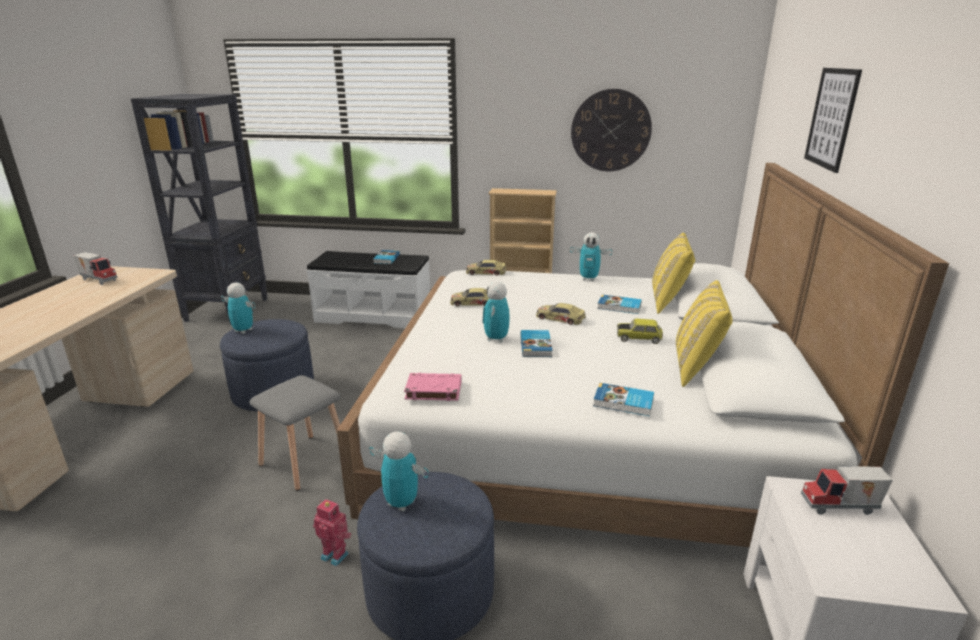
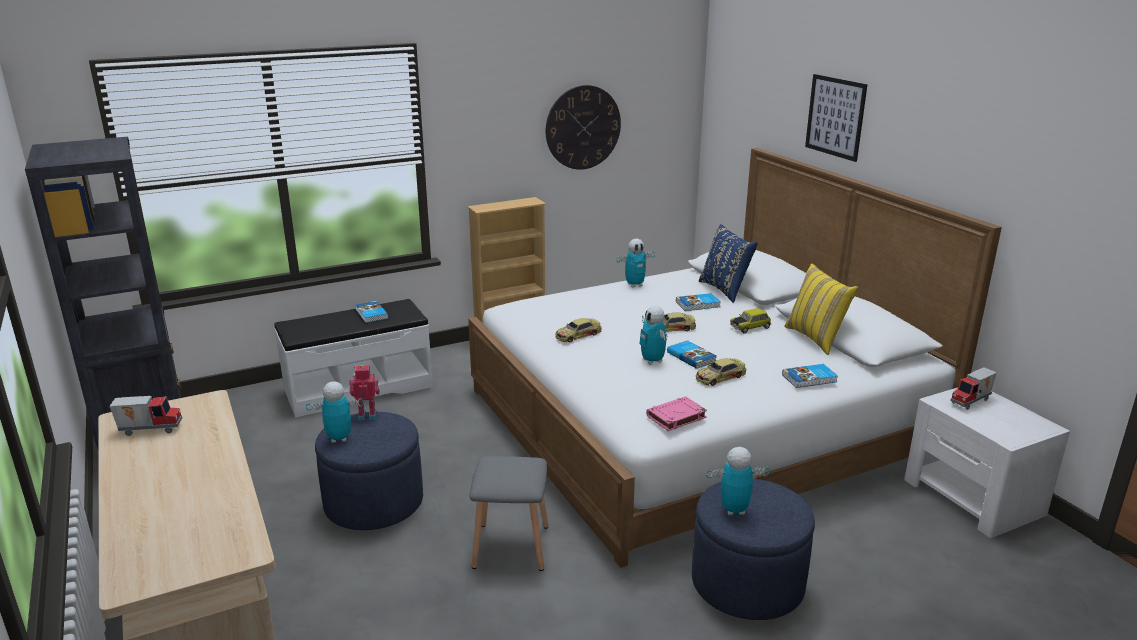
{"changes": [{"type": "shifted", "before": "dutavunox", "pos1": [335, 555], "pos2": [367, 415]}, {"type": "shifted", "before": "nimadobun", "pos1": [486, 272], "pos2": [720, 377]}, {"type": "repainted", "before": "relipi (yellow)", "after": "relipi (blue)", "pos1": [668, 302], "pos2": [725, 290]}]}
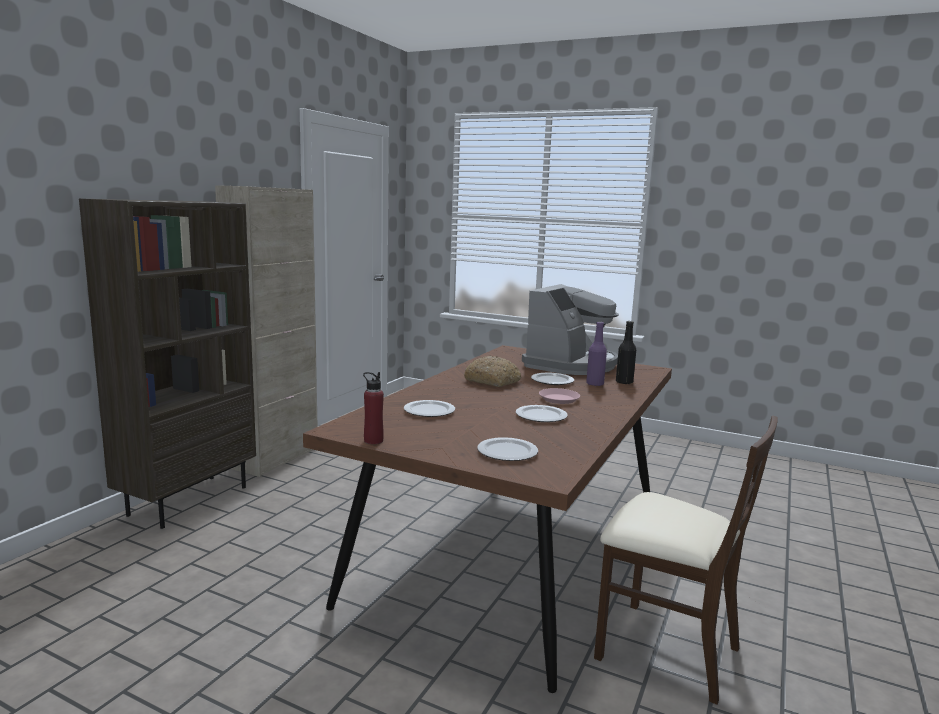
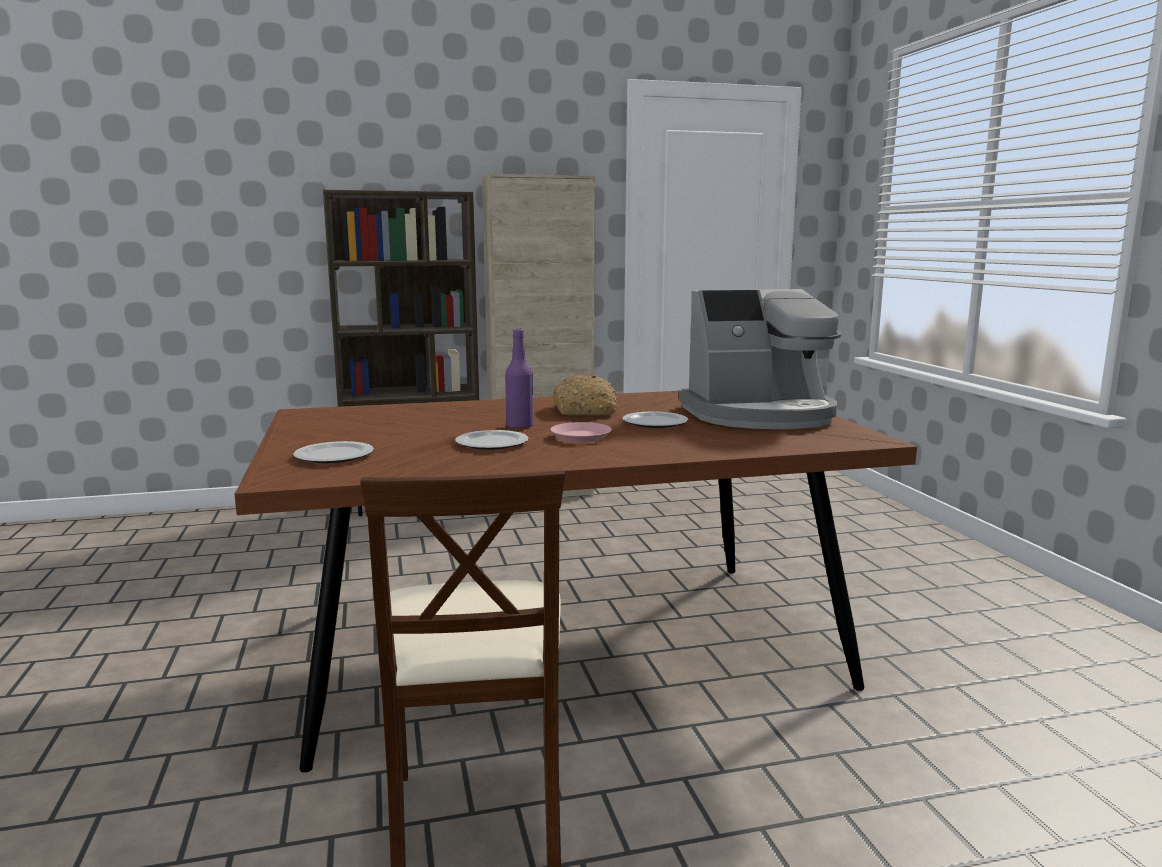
{"changes": [{"type": "gone", "before": "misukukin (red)", "pos1": [373, 440]}, {"type": "gone", "before": "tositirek", "pos1": [430, 411]}, {"type": "gone", "before": "misukukin (black)", "pos1": [624, 382]}, {"type": "shifted", "before": "misukukin (purple)", "pos1": [595, 384], "pos2": [519, 426]}]}
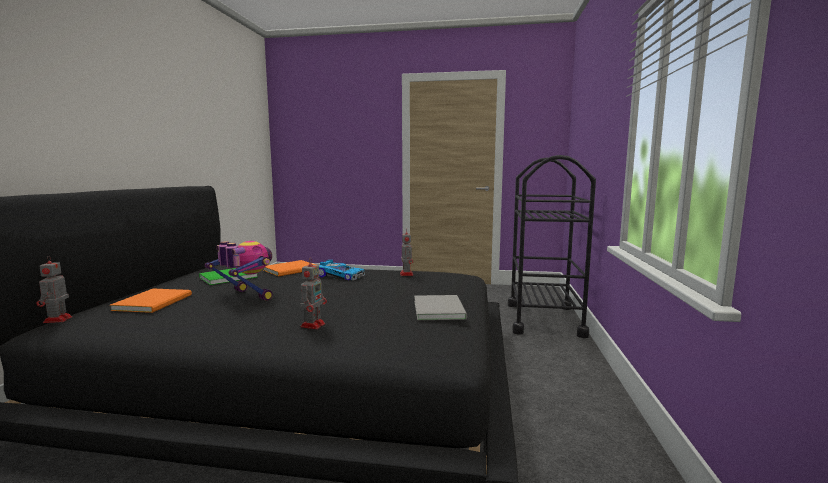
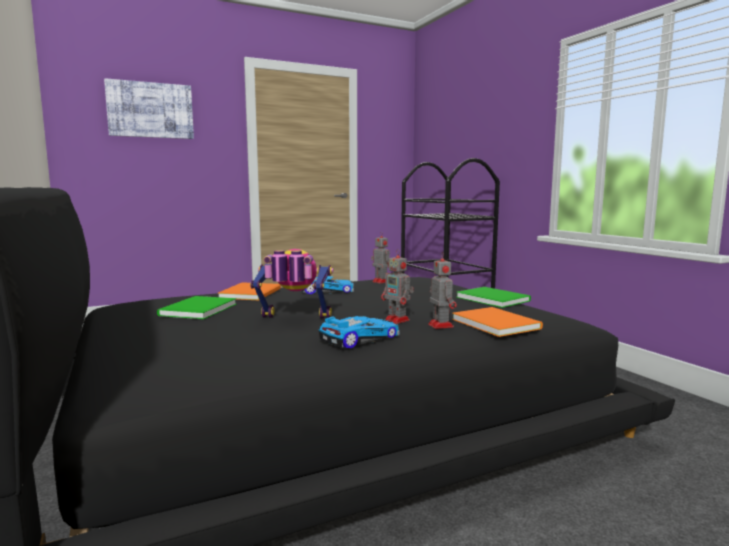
{"changes": [{"type": "new", "after": "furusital", "pos2": [150, 110]}, {"type": "new", "after": "nimadobun", "pos2": [358, 338]}, {"type": "shifted", "before": "dutavunox", "pos1": [57, 320], "pos2": [398, 320]}, {"type": "shifted", "before": "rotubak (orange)", "pos1": [156, 302], "pos2": [495, 323]}, {"type": "repainted", "before": "rotubak (grey)", "after": "rotubak (green)", "pos1": [440, 309], "pos2": [492, 298]}]}
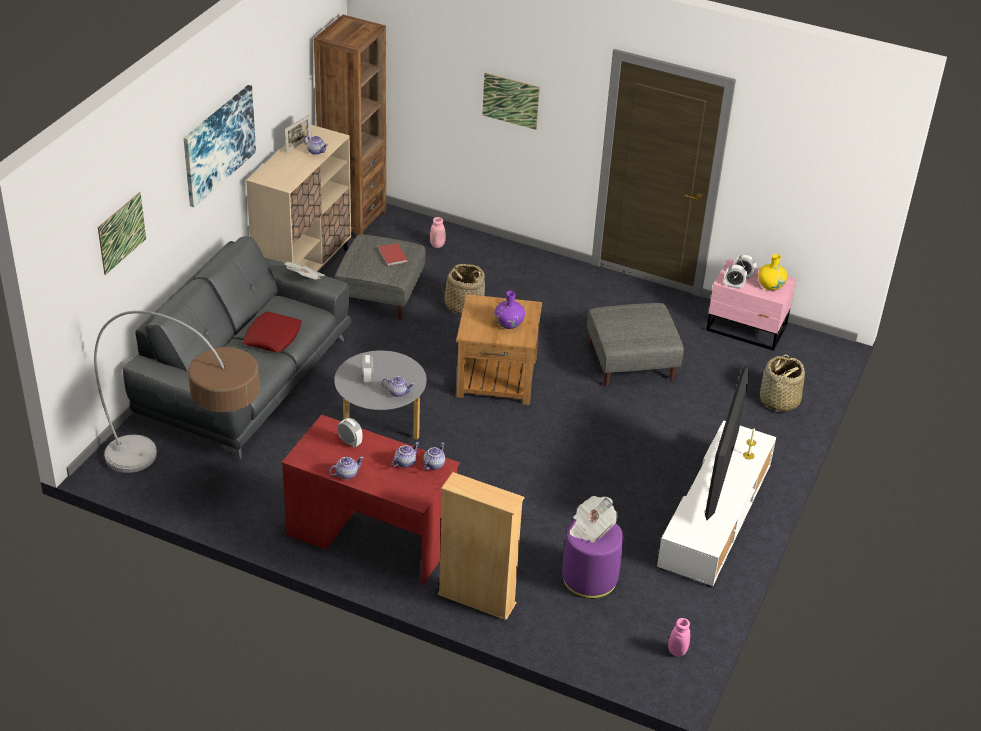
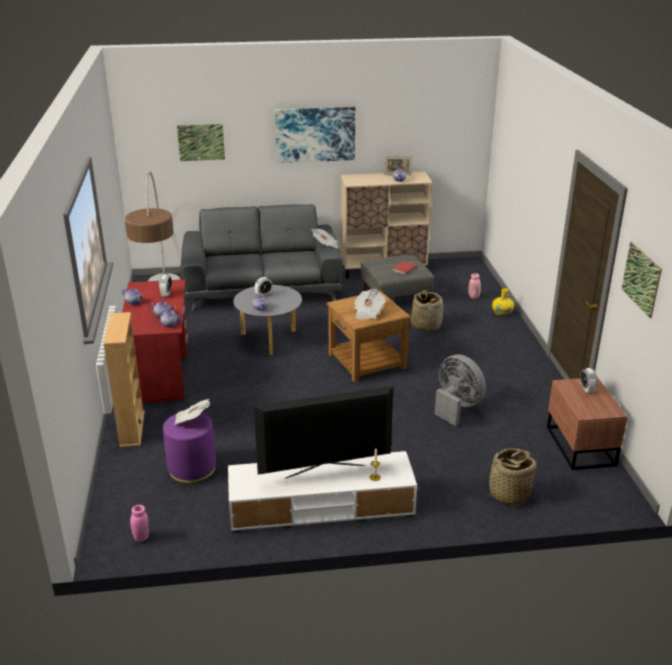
{"changes": [{"type": "gone", "before": "relipi (red)", "pos1": [272, 337]}, {"type": "gone", "before": "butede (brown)", "pos1": [353, 219]}, {"type": "gone", "before": "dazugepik", "pos1": [733, 285]}, {"type": "shifted", "before": "furusital", "pos1": [510, 101], "pos2": [641, 279]}, {"type": "shifted", "before": "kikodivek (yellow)", "pos1": [770, 286], "pos2": [502, 313]}, {"type": "swapped", "before": "kikodivek (purple)", "after": "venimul", "pos1": [509, 324], "pos2": [368, 312]}, {"type": "swapped", "before": "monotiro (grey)", "after": "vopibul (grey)", "pos1": [631, 363], "pos2": [456, 407]}, {"type": "repainted", "before": "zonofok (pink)", "after": "zonofok (brown)", "pos1": [747, 329], "pos2": [579, 447]}]}
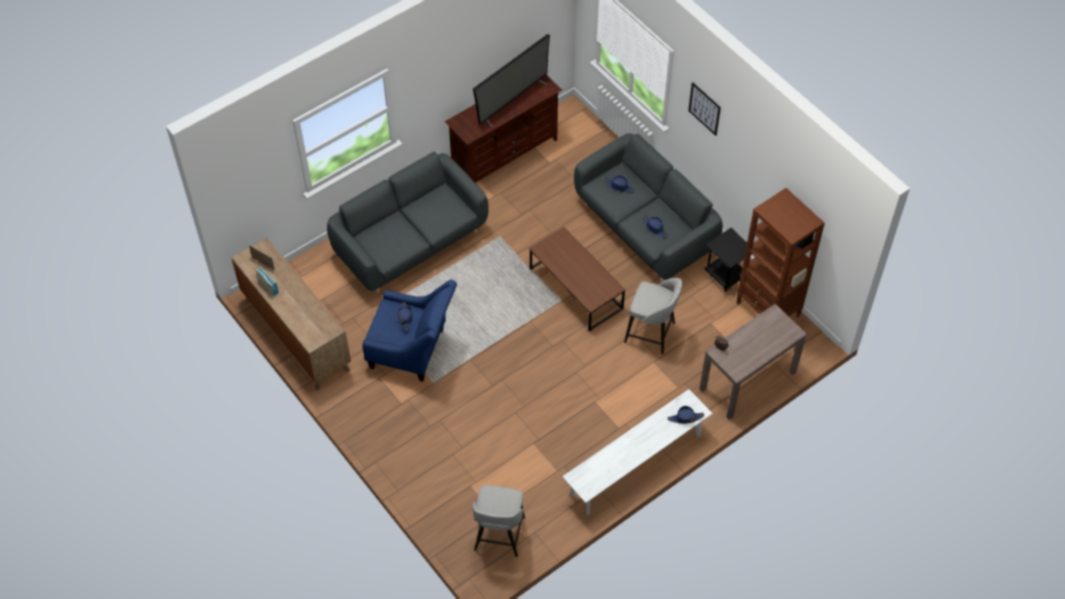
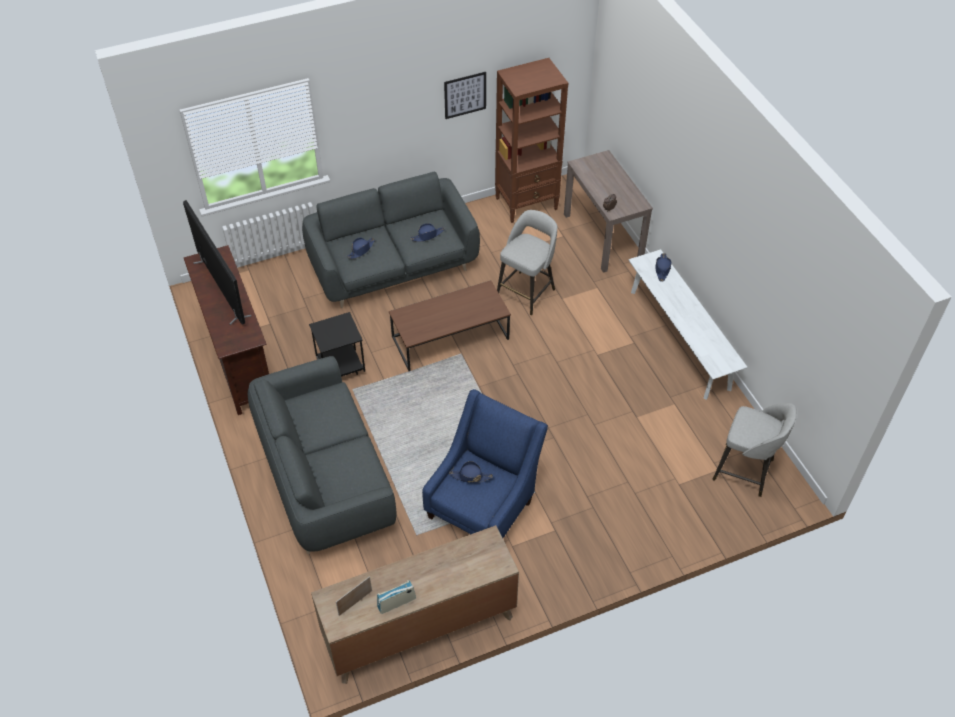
{"changes": [{"type": "shifted", "before": "furusital", "pos1": [704, 108], "pos2": [465, 95]}, {"type": "shifted", "before": "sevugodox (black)", "pos1": [726, 276], "pos2": [341, 368]}]}
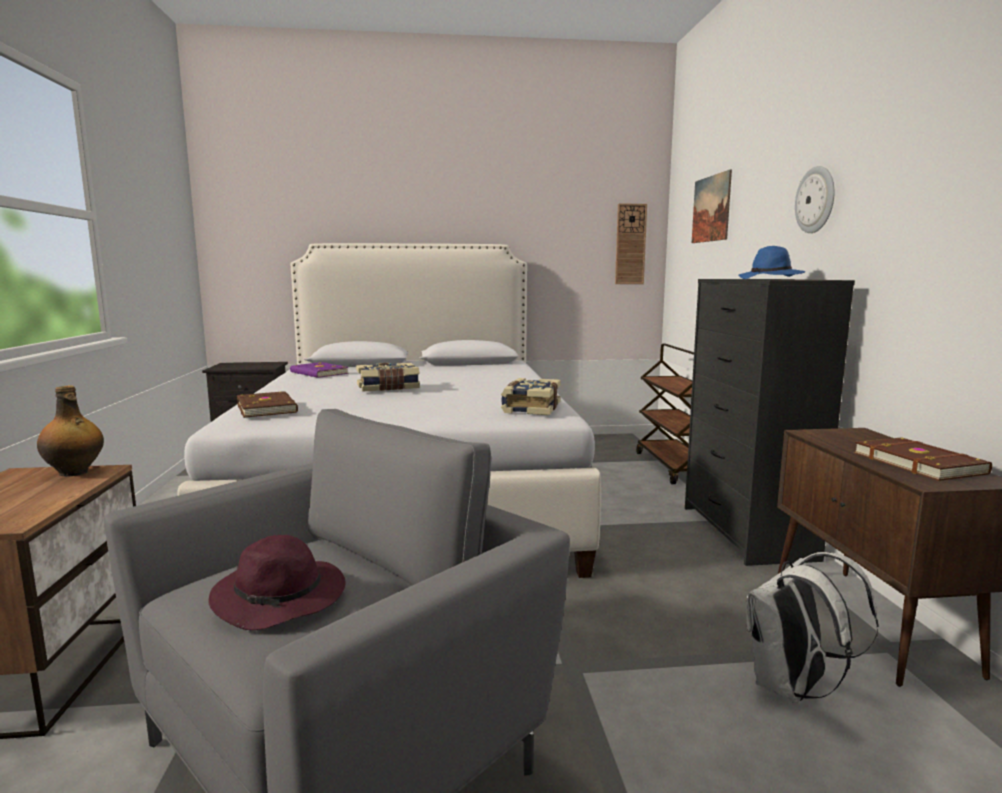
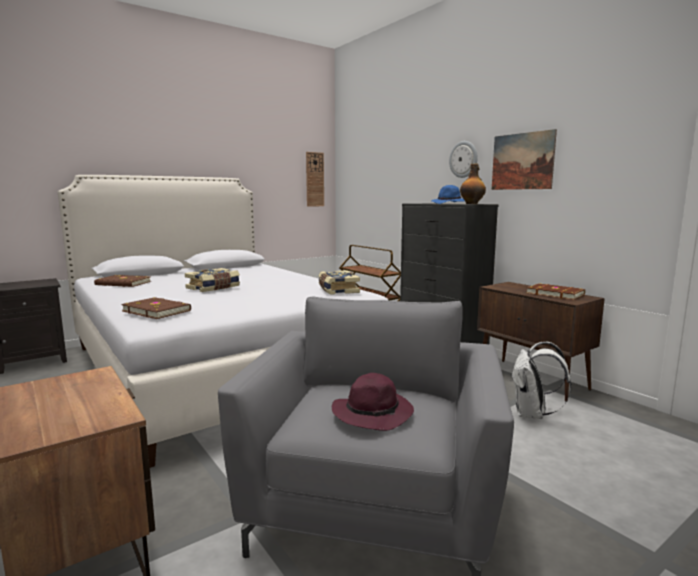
{"changes": [{"type": "shifted", "before": "misukukin", "pos1": [74, 472], "pos2": [472, 204]}, {"type": "shifted", "before": "furusital", "pos1": [711, 209], "pos2": [522, 161]}, {"type": "repainted", "before": "rotubak (purple)", "after": "rotubak (brown)", "pos1": [318, 373], "pos2": [123, 283]}]}
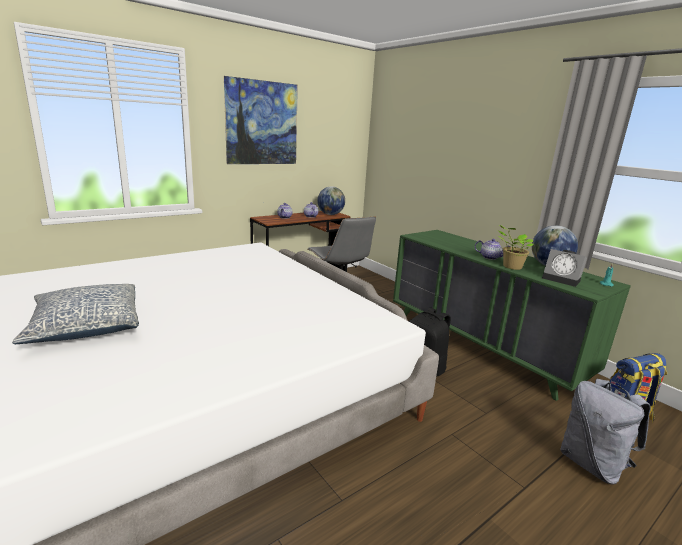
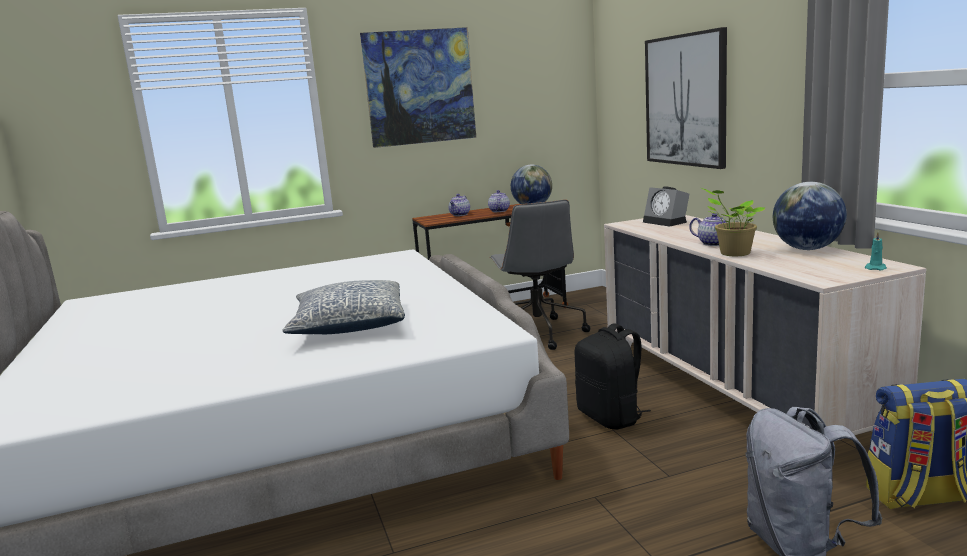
{"changes": [{"type": "new", "after": "furusital", "pos2": [685, 100]}, {"type": "shifted", "before": "relipi", "pos1": [86, 325], "pos2": [349, 325]}, {"type": "shifted", "before": "dazugepik", "pos1": [562, 279], "pos2": [667, 222]}, {"type": "repainted", "before": "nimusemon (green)", "after": "nimusemon (beige)", "pos1": [481, 345], "pos2": [732, 391]}]}
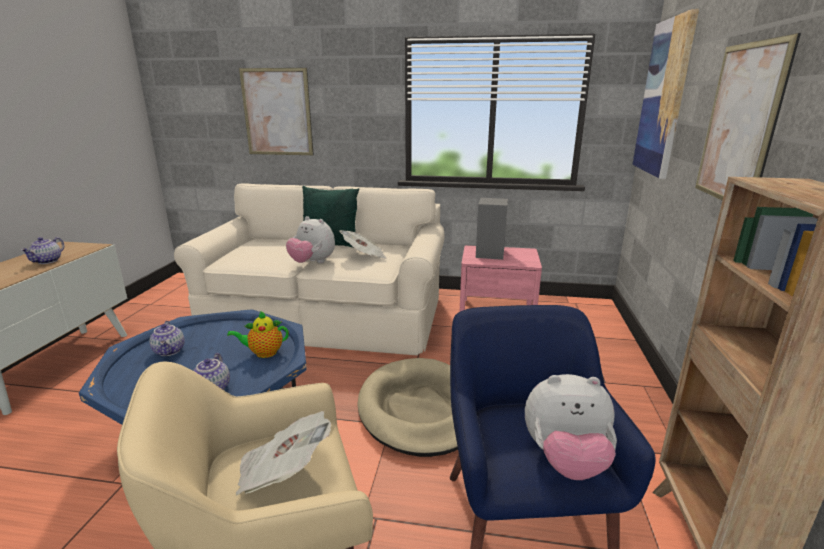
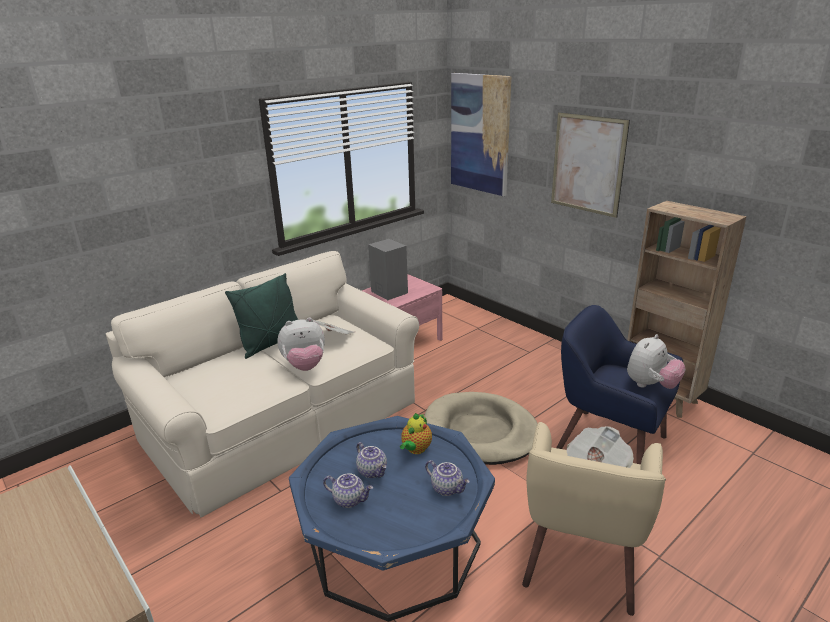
{"changes": [{"type": "gone", "before": "furusital", "pos1": [277, 112]}, {"type": "shifted", "before": "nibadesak", "pos1": [48, 261], "pos2": [373, 471]}]}
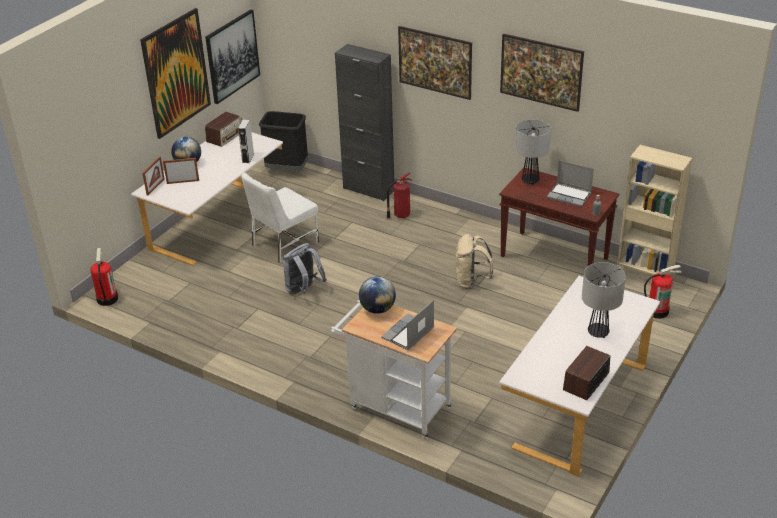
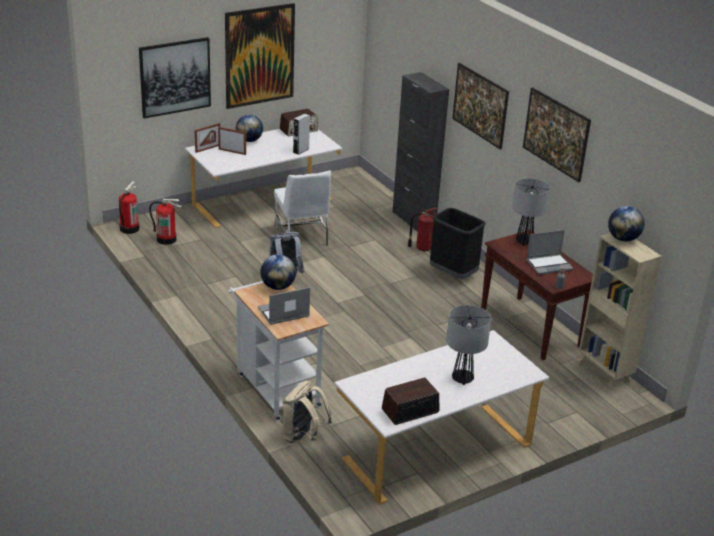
{"changes": [{"type": "new", "after": "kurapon", "pos2": [623, 239]}, {"type": "shifted", "before": "furusital", "pos1": [232, 56], "pos2": [175, 77]}, {"type": "shifted", "before": "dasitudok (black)", "pos1": [286, 170], "pos2": [452, 275]}, {"type": "shifted", "before": "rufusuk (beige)", "pos1": [472, 281], "pos2": [303, 436]}, {"type": "shifted", "before": "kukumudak", "pos1": [657, 311], "pos2": [167, 239]}, {"type": "rotated", "before": "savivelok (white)", "pos1": [283, 244], "pos2": [302, 236], "turn": -90}, {"type": "rotated", "before": "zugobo", "pos1": [570, 195], "pos2": [549, 265], "turn": -75}]}
